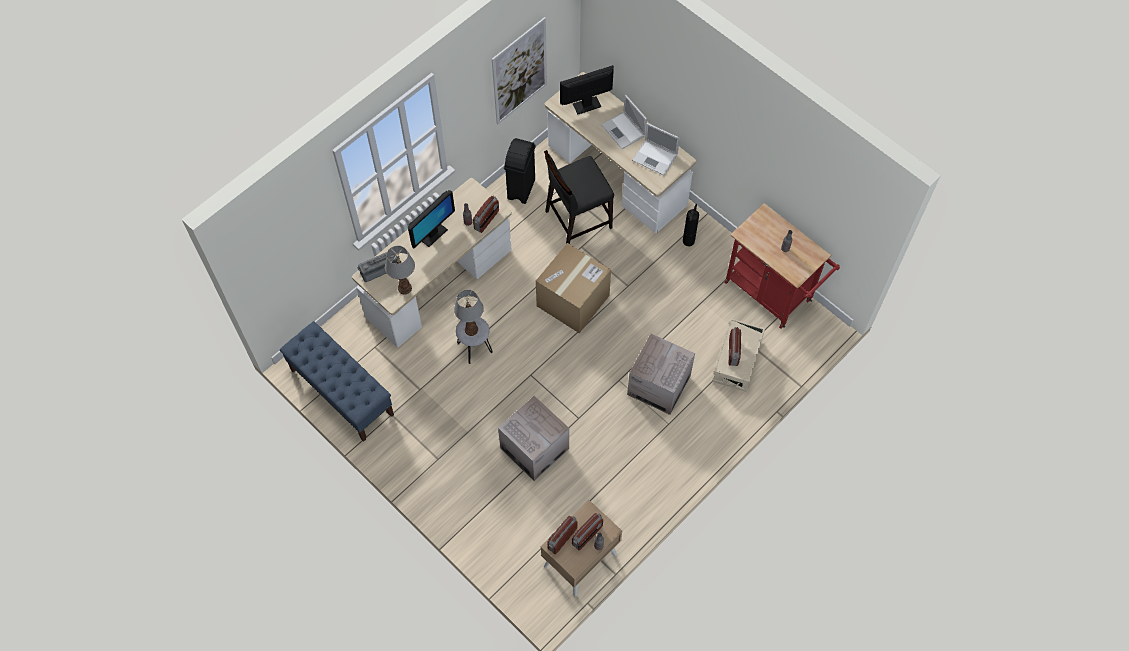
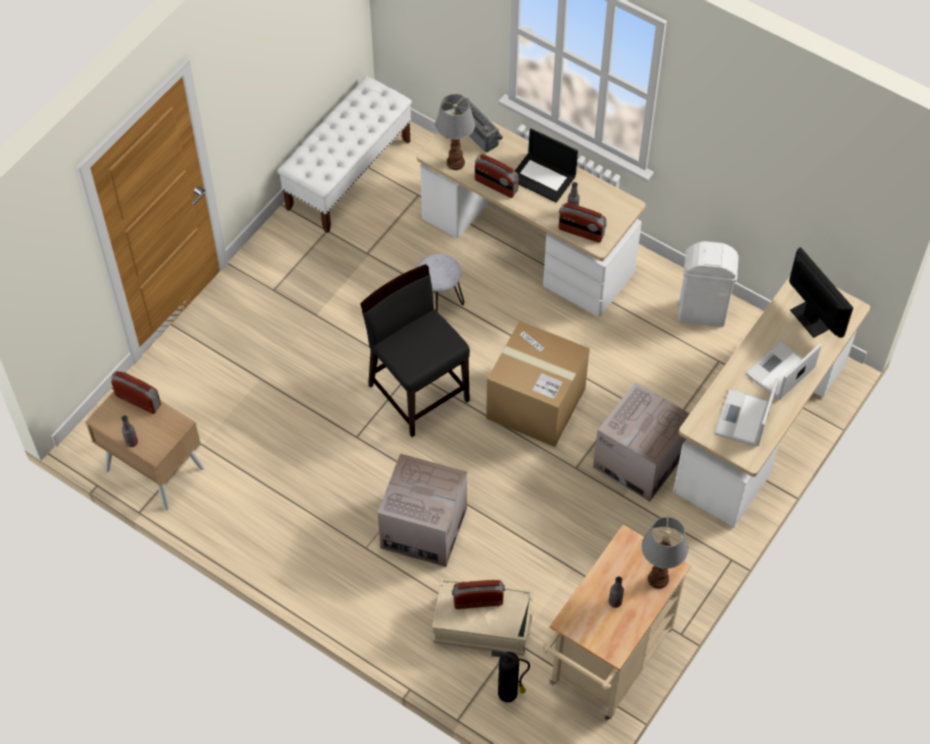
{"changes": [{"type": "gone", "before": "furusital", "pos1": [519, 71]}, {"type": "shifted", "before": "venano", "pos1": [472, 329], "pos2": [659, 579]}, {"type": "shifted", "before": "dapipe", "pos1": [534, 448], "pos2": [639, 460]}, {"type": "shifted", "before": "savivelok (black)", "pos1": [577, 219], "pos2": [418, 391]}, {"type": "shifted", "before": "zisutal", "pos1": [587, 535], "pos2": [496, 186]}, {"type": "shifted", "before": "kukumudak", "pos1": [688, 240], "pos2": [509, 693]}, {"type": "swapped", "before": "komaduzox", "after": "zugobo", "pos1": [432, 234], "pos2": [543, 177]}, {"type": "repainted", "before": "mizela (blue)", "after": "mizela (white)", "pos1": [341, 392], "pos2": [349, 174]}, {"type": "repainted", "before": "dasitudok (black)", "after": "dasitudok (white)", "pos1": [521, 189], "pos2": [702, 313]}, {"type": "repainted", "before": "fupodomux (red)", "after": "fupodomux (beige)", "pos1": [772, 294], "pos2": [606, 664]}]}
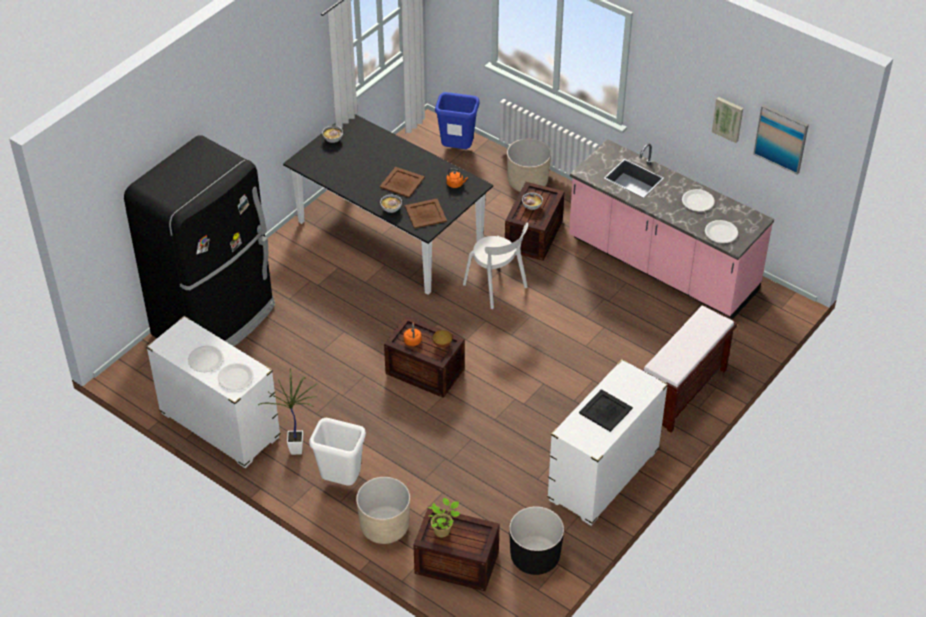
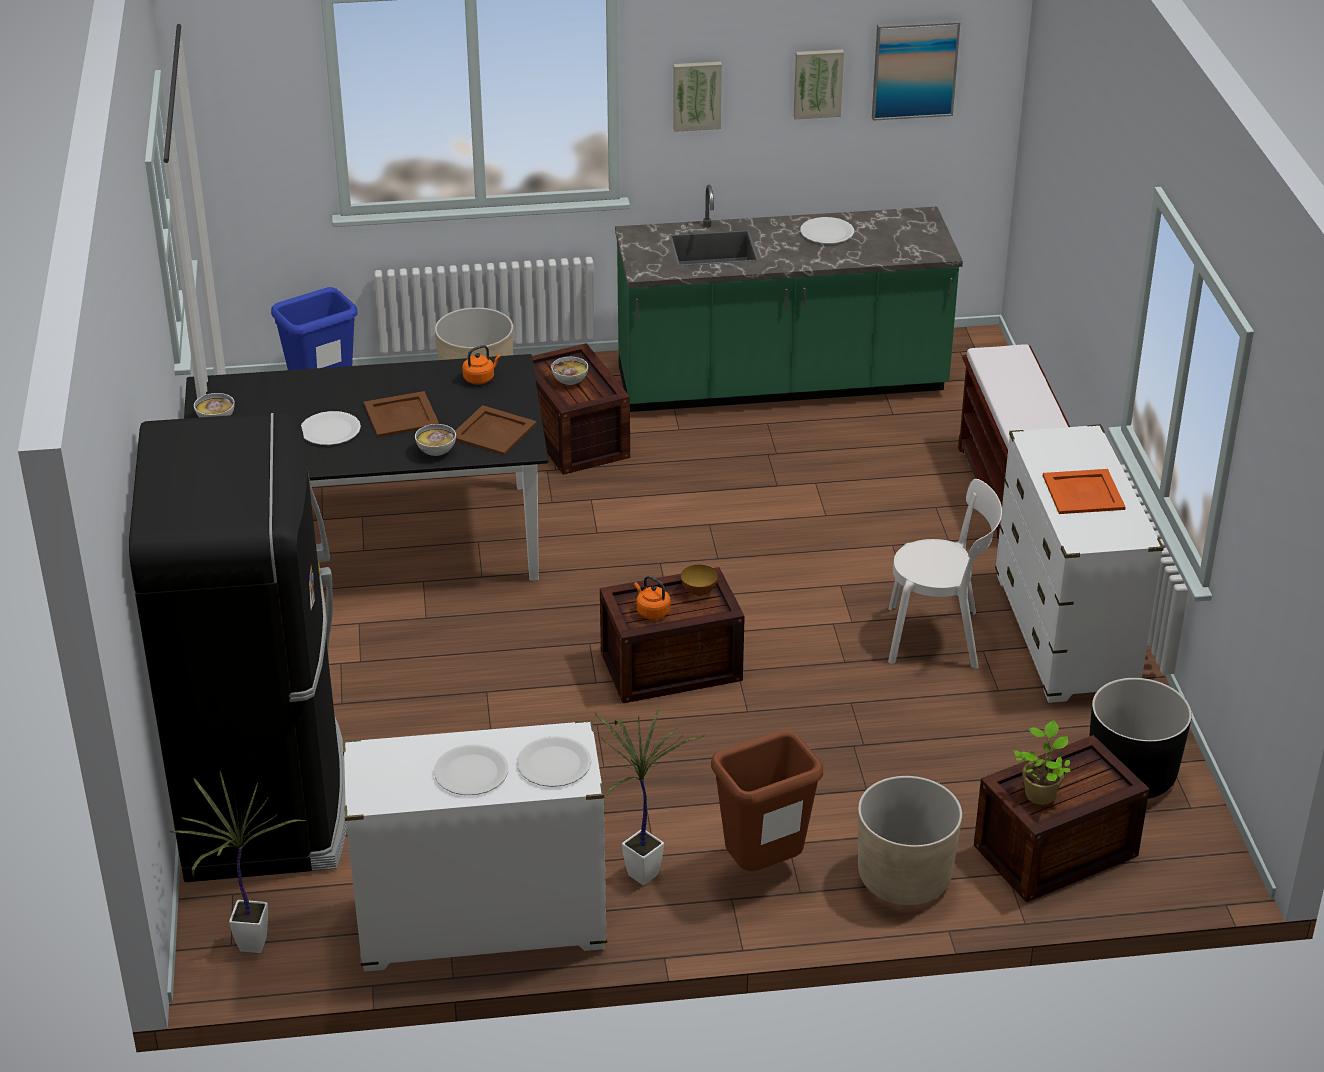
{"changes": [{"type": "new", "after": "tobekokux", "pos2": [248, 948]}, {"type": "new", "after": "furusital", "pos2": [696, 95]}, {"type": "shifted", "before": "savivelok (white)", "pos1": [497, 287], "pos2": [939, 637]}, {"type": "shifted", "before": "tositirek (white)", "pos1": [721, 232], "pos2": [330, 430]}, {"type": "repainted", "before": "dasitudok (white)", "after": "dasitudok (brown)", "pos1": [340, 481], "pos2": [762, 868]}, {"type": "repainted", "before": "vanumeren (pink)", "after": "vanumeren (green)", "pos1": [661, 266], "pos2": [781, 383]}, {"type": "repainted", "before": "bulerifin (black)", "after": "bulerifin (orange)", "pos1": [605, 411], "pos2": [1084, 492]}]}
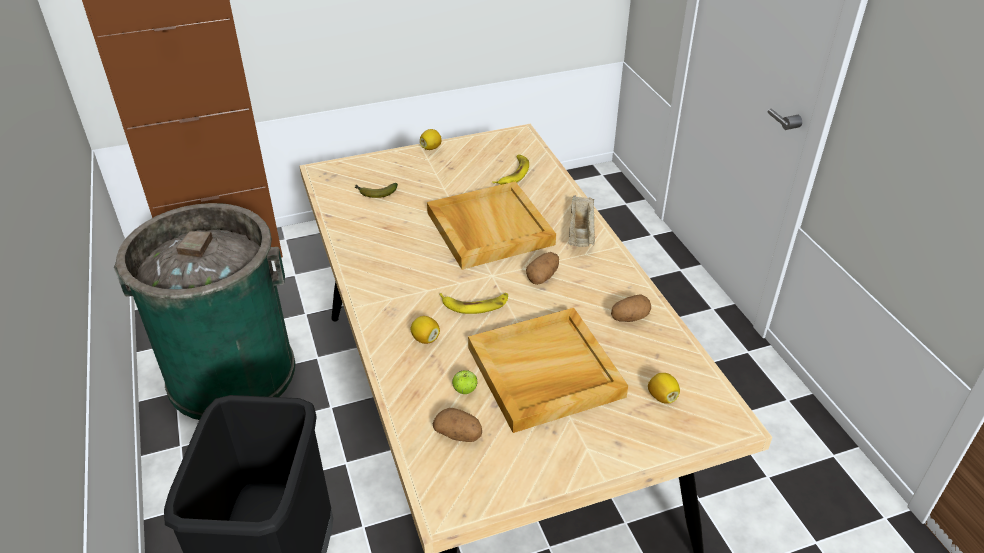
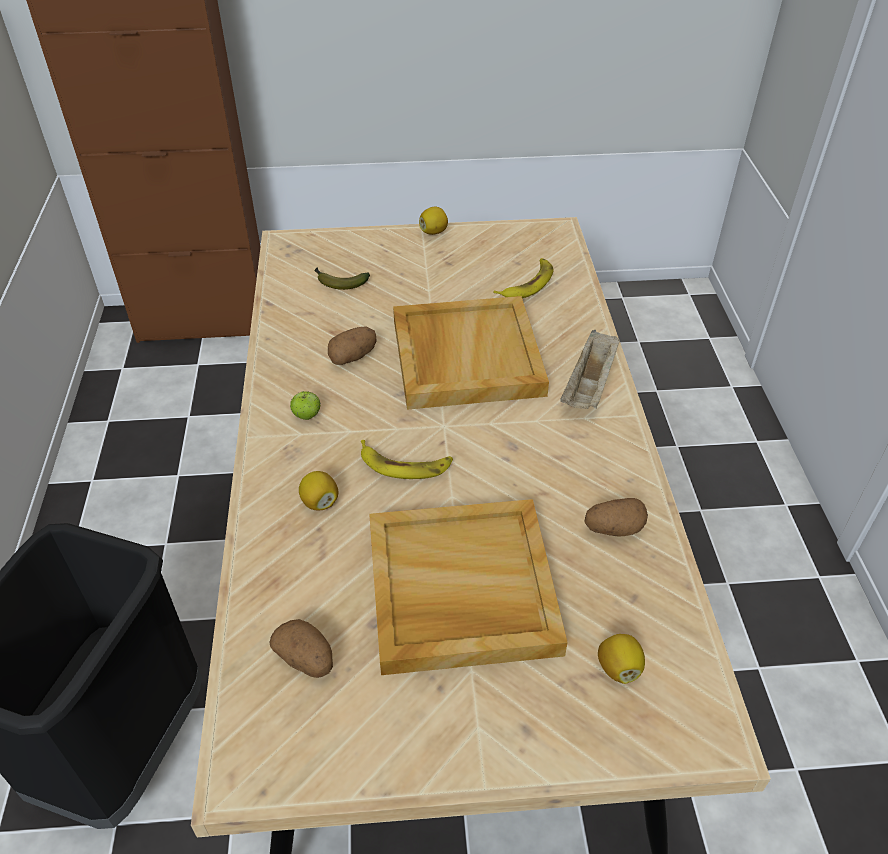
{"changes": [{"type": "gone", "before": "dasitudok (green)", "pos1": [231, 373]}, {"type": "shifted", "before": "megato", "pos1": [465, 390], "pos2": [307, 415]}, {"type": "shifted", "before": "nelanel", "pos1": [542, 277], "pos2": [353, 356]}]}
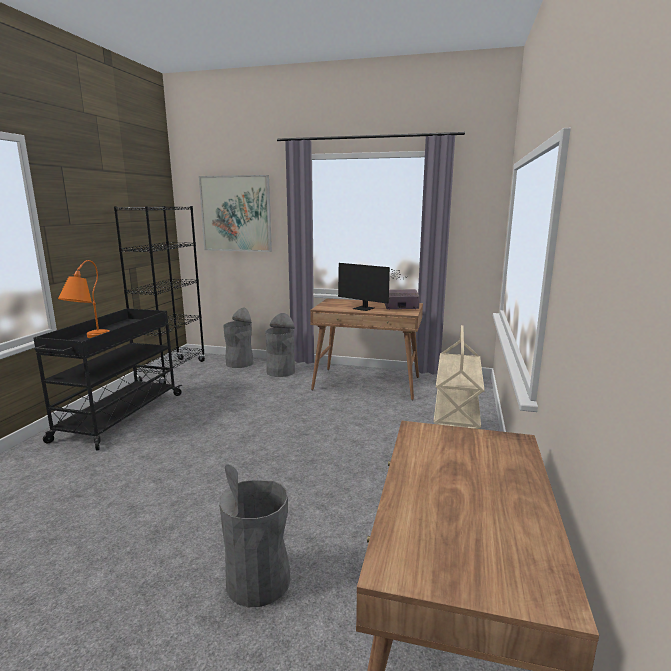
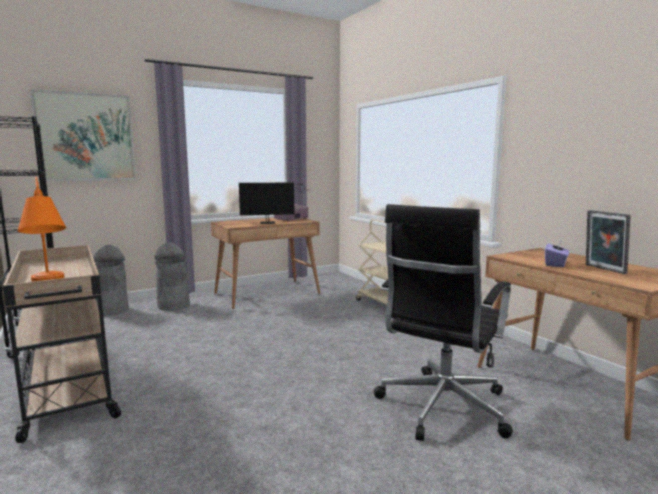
{"changes": [{"type": "new", "after": "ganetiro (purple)", "pos2": [555, 264]}, {"type": "new", "after": "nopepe", "pos2": [603, 269]}, {"type": "swapped", "before": "dasitudok (grey)", "after": "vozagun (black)", "pos1": [258, 581], "pos2": [441, 408]}, {"type": "repainted", "before": "fupodomux (black)", "after": "fupodomux (beige)", "pos1": [119, 417], "pos2": [69, 388]}]}
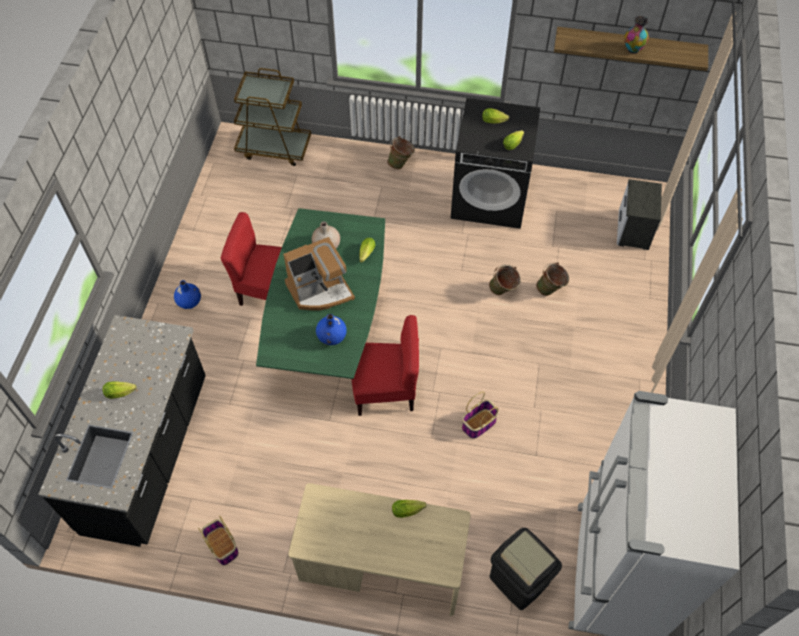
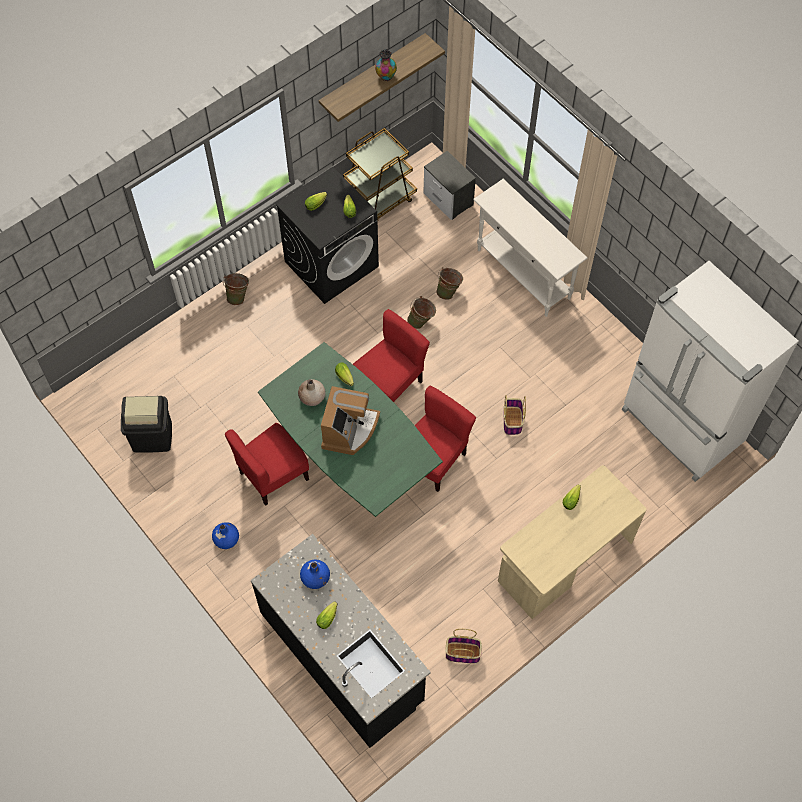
{"changes": [{"type": "new", "after": "savivelok (red)", "pos2": [390, 384]}, {"type": "new", "after": "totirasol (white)", "pos2": [523, 274]}, {"type": "shifted", "before": "fupodomux (brown)", "pos1": [274, 148], "pos2": [379, 202]}, {"type": "shifted", "before": "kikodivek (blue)", "pos1": [332, 336], "pos2": [315, 578]}, {"type": "shifted", "before": "dasitudok (black)", "pos1": [519, 579], "pos2": [152, 436]}]}
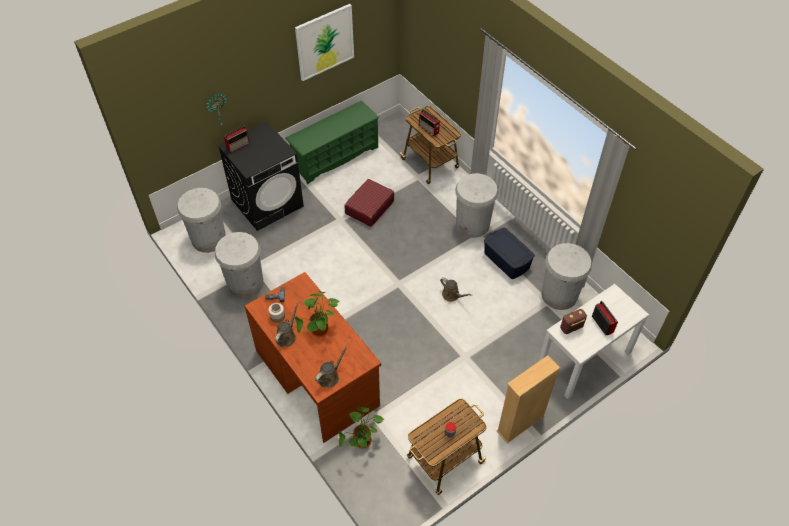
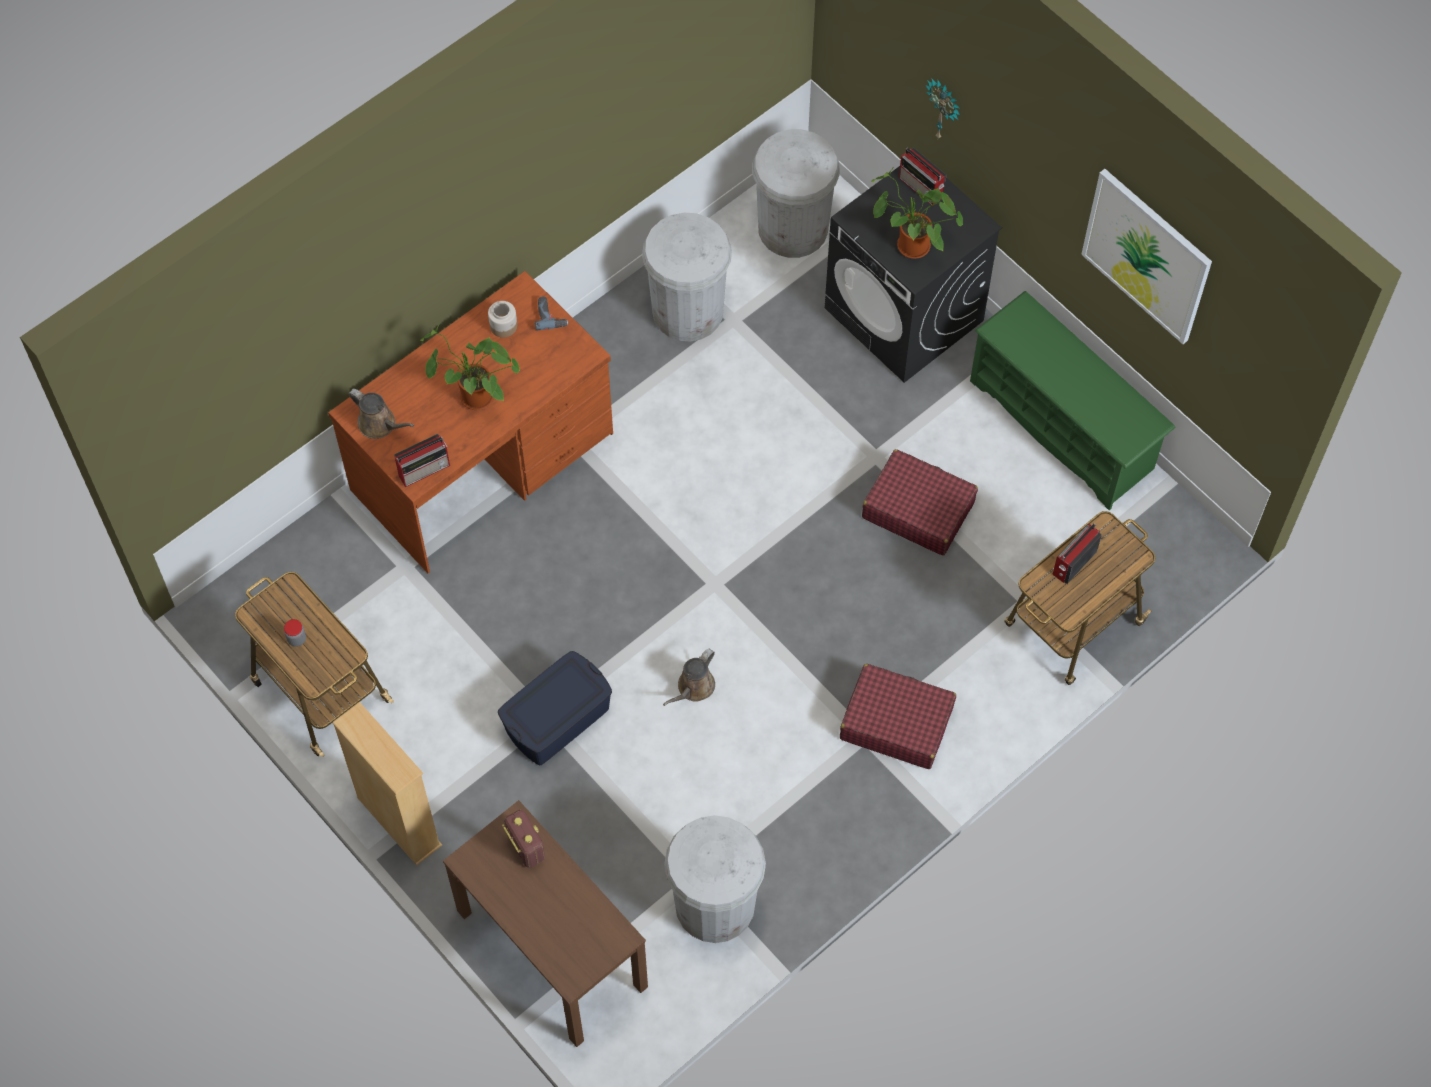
{"changes": [{"type": "gone", "before": "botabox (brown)", "pos1": [287, 336]}, {"type": "shifted", "before": "tobekokux", "pos1": [362, 443], "pos2": [909, 247]}, {"type": "shifted", "before": "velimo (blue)", "pos1": [506, 260], "pos2": [556, 719]}, {"type": "shifted", "before": "zisutal", "pos1": [602, 323], "pos2": [425, 469]}, {"type": "swapped", "before": "dasitudok (white)", "after": "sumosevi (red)", "pos1": [472, 224], "pos2": [896, 723]}, {"type": "repainted", "before": "totirasol (white)", "after": "totirasol (brown)", "pos1": [584, 360], "pos2": [551, 948]}]}
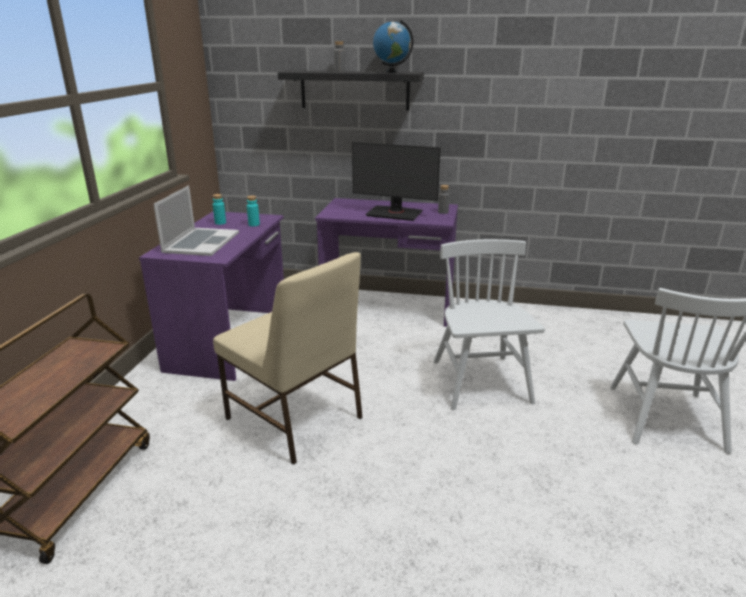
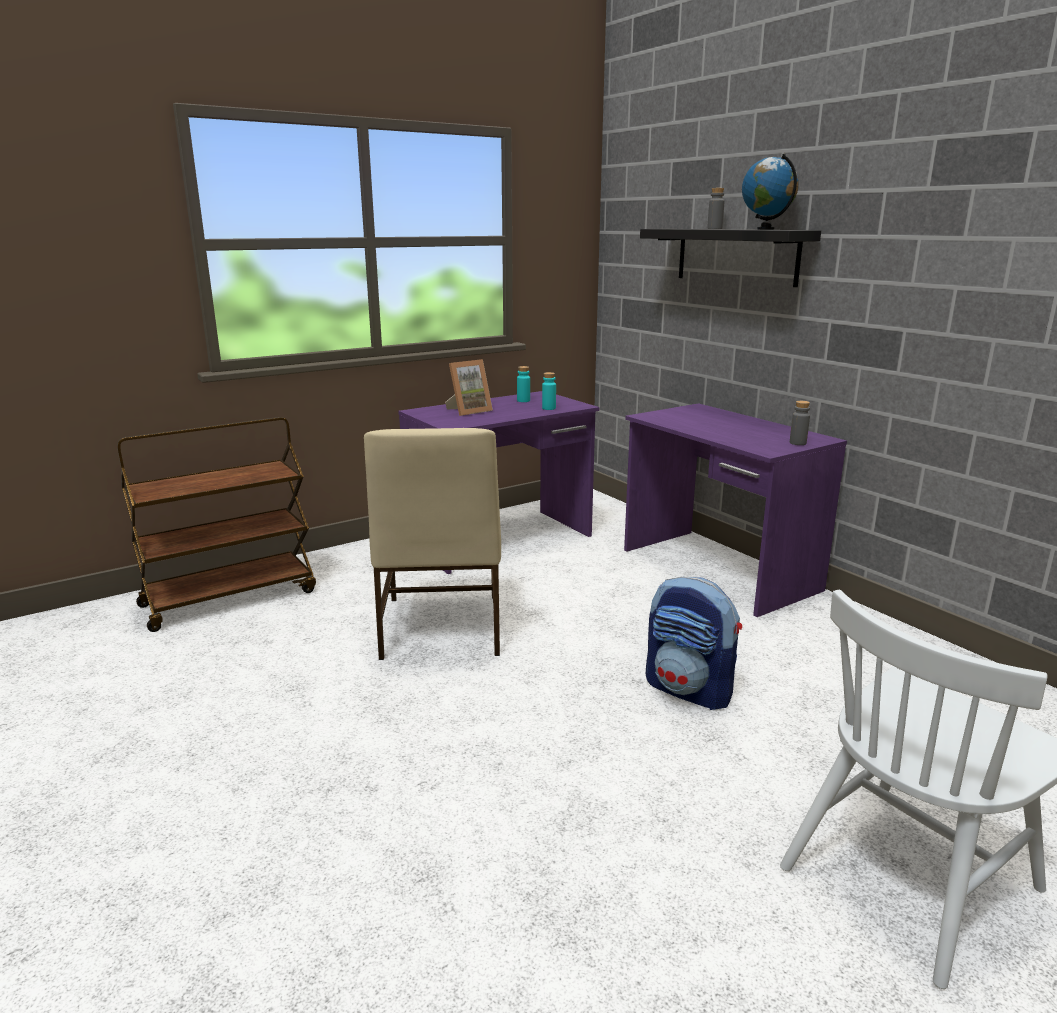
{"changes": [{"type": "gone", "before": "komaduzox", "pos1": [395, 213]}, {"type": "swapped", "before": "zugobo", "after": "nopepe", "pos1": [201, 242], "pos2": [468, 411]}, {"type": "swapped", "before": "savivelok (white)", "after": "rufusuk", "pos1": [481, 382], "pos2": [690, 690]}]}
